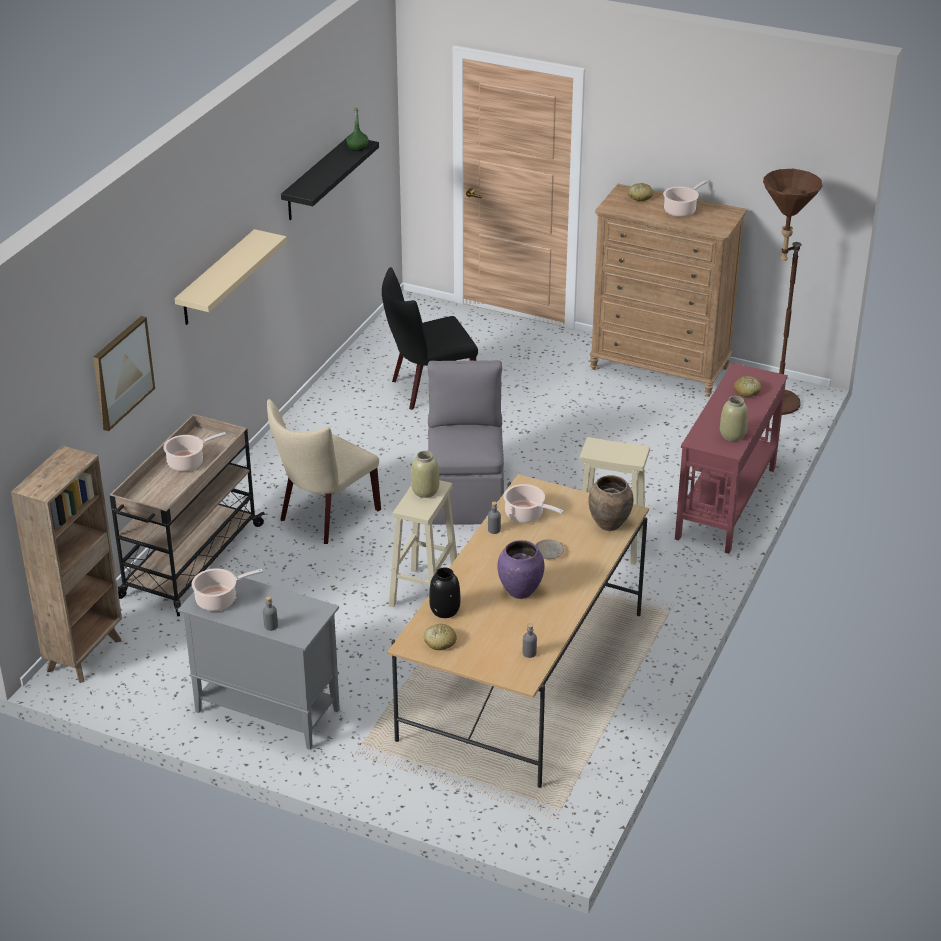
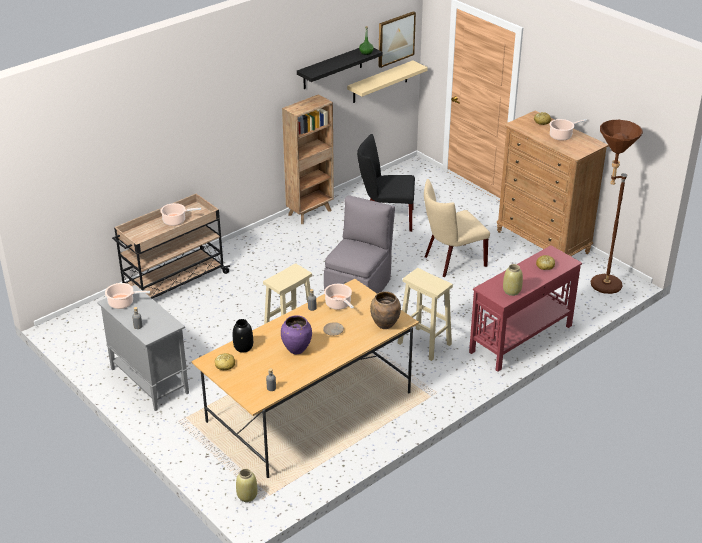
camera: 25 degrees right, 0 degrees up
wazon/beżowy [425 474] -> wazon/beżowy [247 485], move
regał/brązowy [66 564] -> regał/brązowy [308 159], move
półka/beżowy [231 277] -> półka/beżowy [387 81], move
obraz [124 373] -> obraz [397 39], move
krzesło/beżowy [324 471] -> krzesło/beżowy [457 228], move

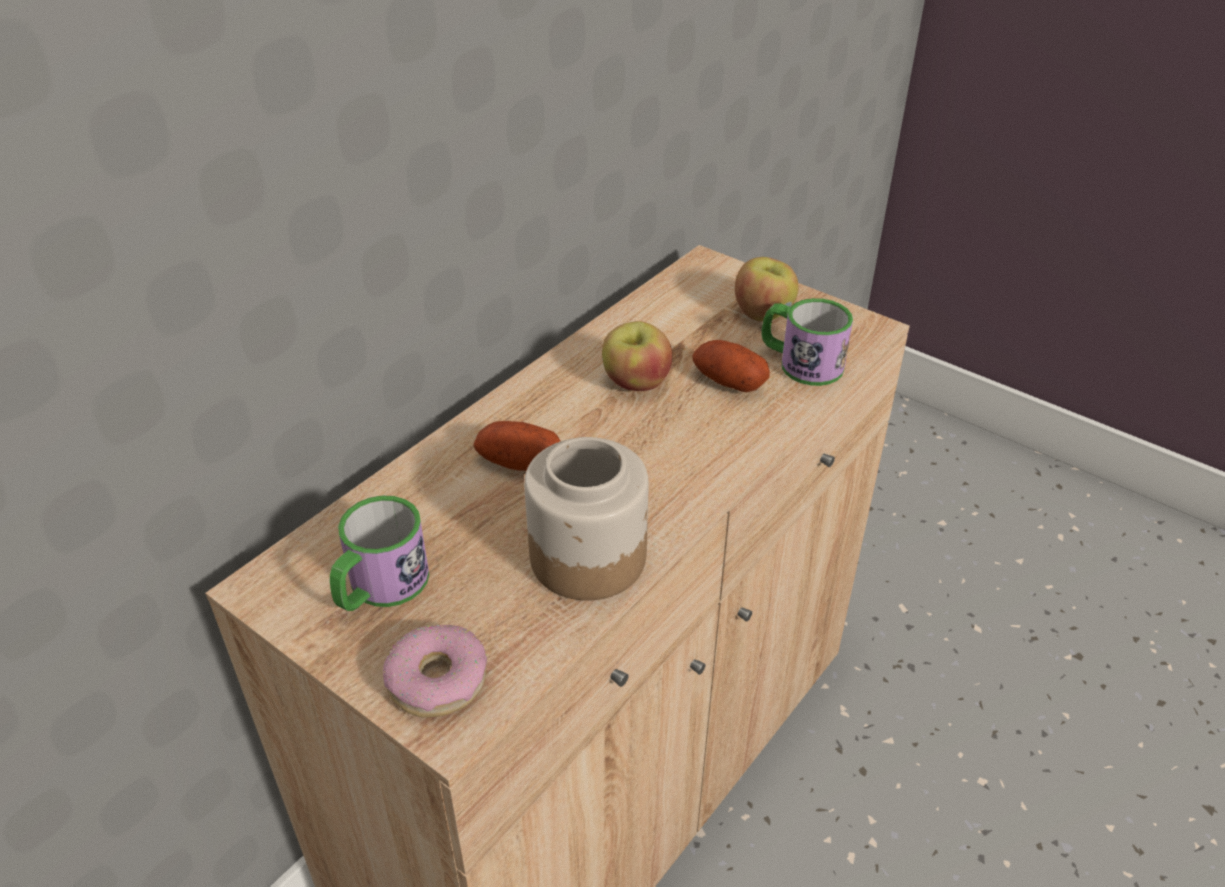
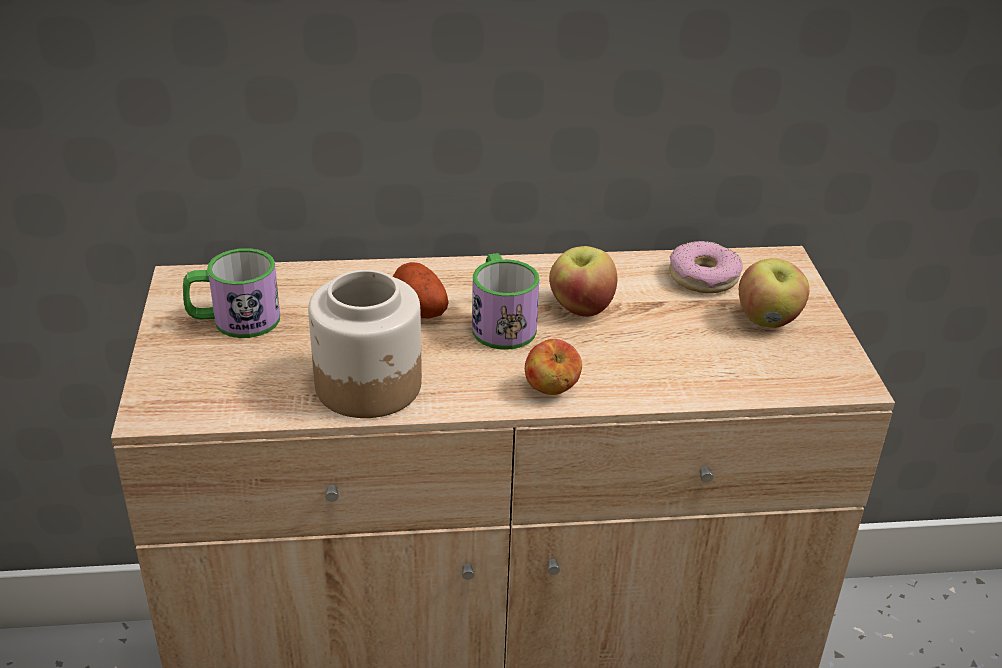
camera: 45 degrees right, 5 degrees down
kubek [807 342] -> kubek [505 301], move
none -> jabłko [553 367]
donut [435 671] -> donut [706 267], move
ziemniak [731 366] -> none

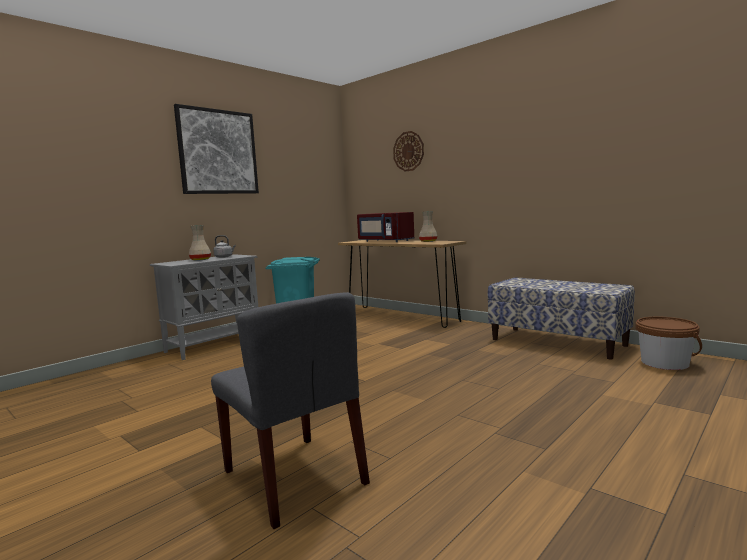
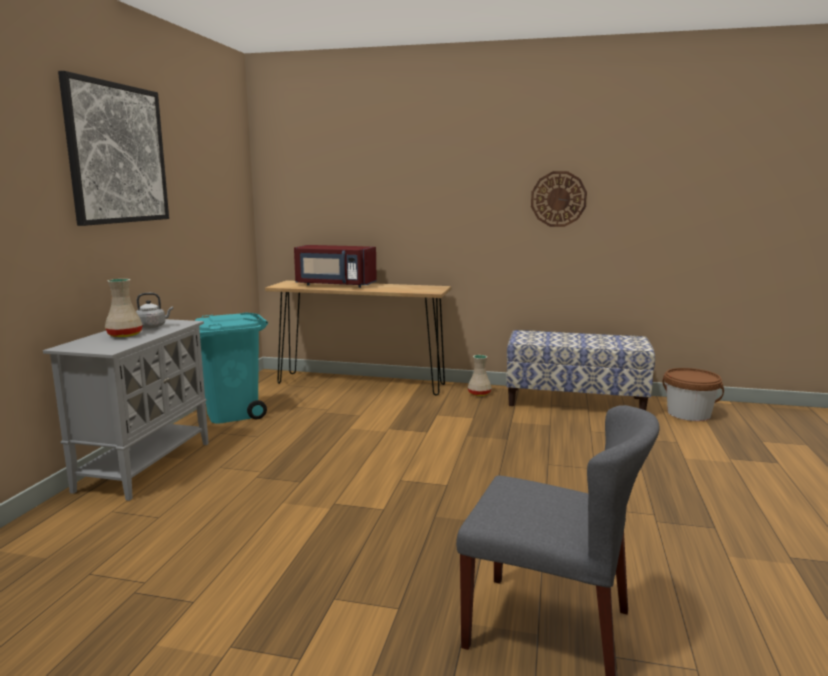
camera: 30 degrees left, 5 degrees up
wazon/beżowy [428 226] -> wazon/beżowy [479 375], move
zegar ścienny [408 151] -> zegar ścienny [559 199], move

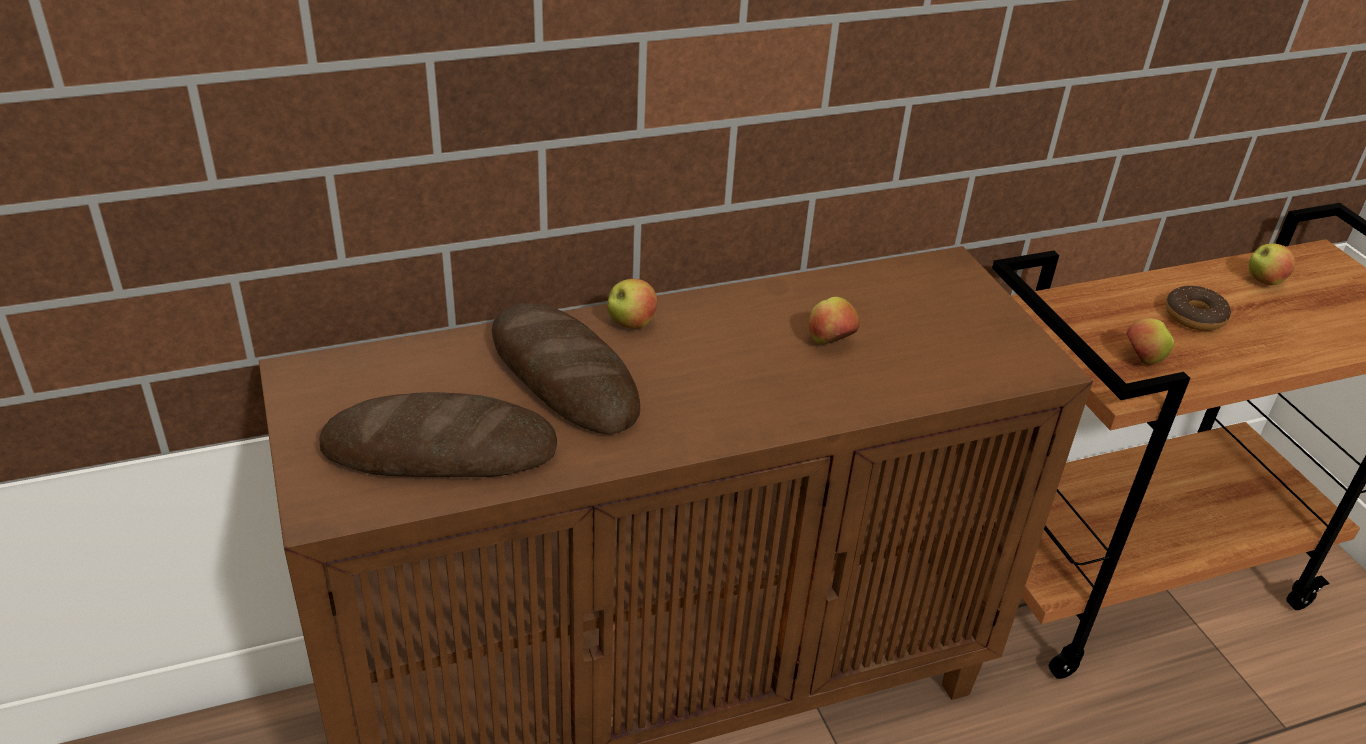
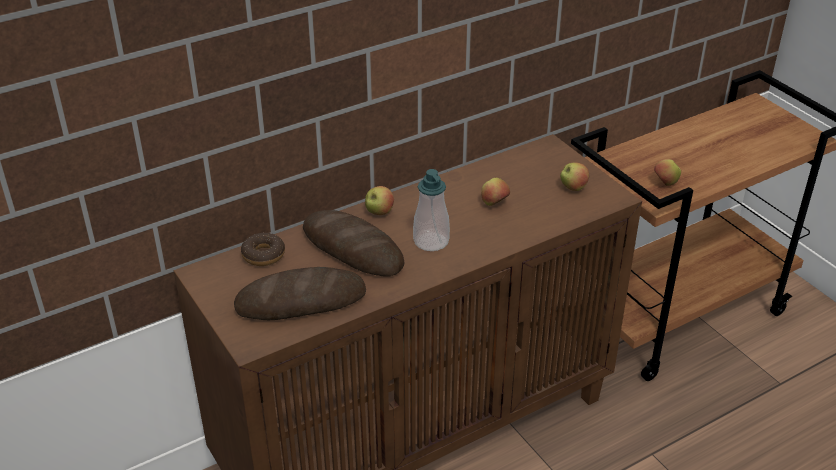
camera: 10 degrees left, 0 degrees up
donut [1198 308] -> donut [263 249], move
none -> dozownik mydła [431 210]
jabłko [1272 264] -> jabłko [574 176], move

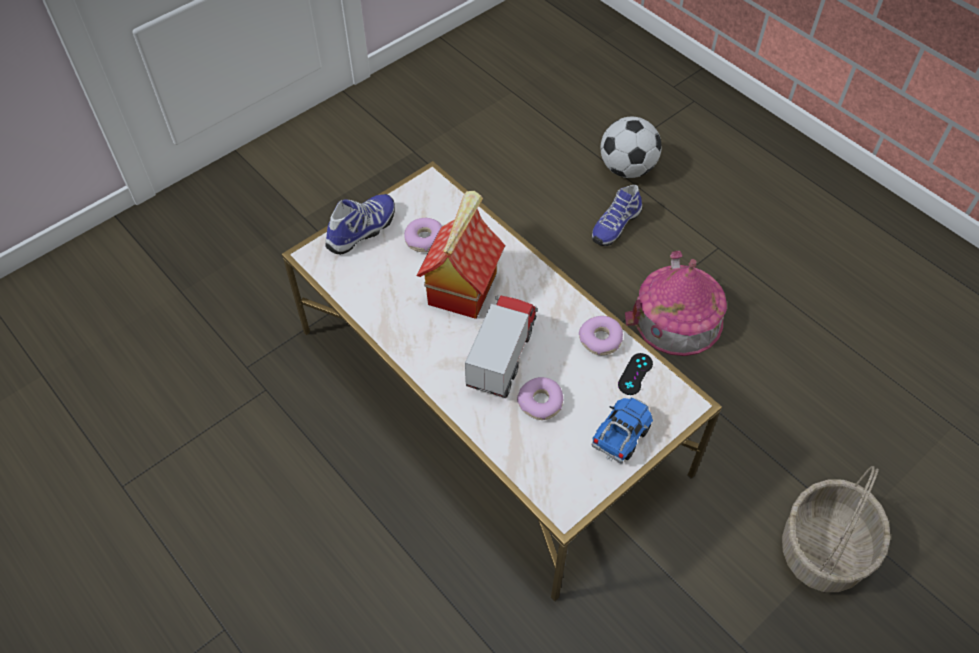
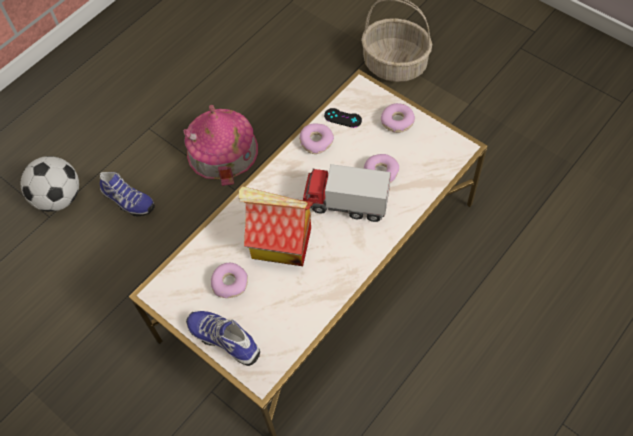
camera: 95 degrees left, 5 degrees up
ciężarówka zabawkowa [622 430] -> donut [398 118]

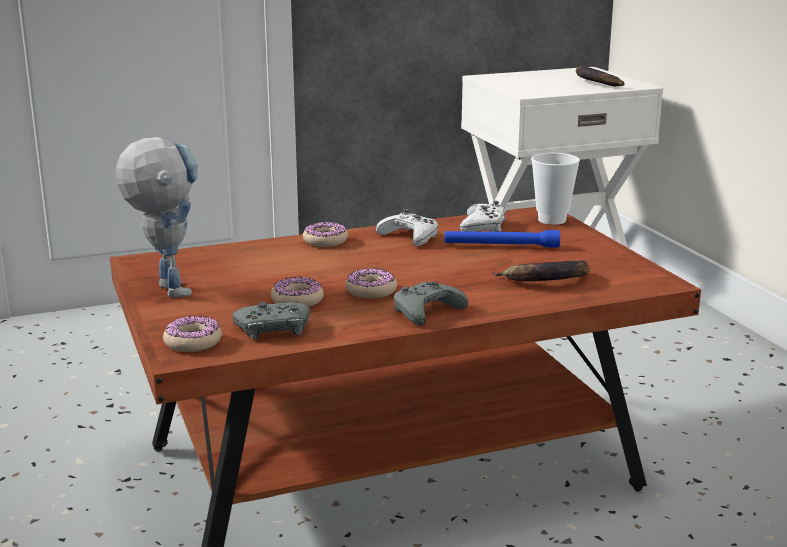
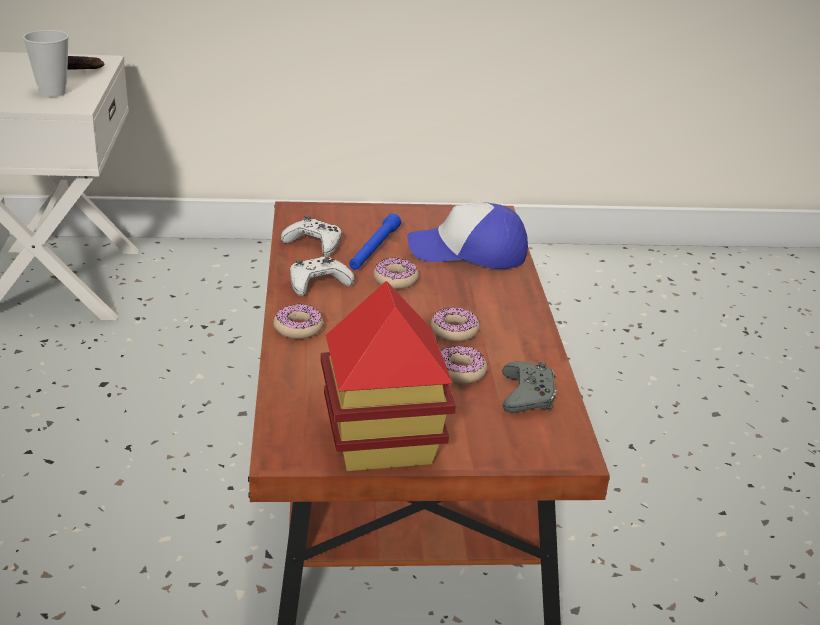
camera: 75 degrees left, 10 degrees up
filiżanka [555 189] -> filiżanka [46 63], move
robot zabawkowy [157 217] -> domek [388 376]
donut [192 334] -> donut [396 273], move
banan [541 271] -> czapka z daszkiem [467 235]
pad do gier/szary [431 303] -> none

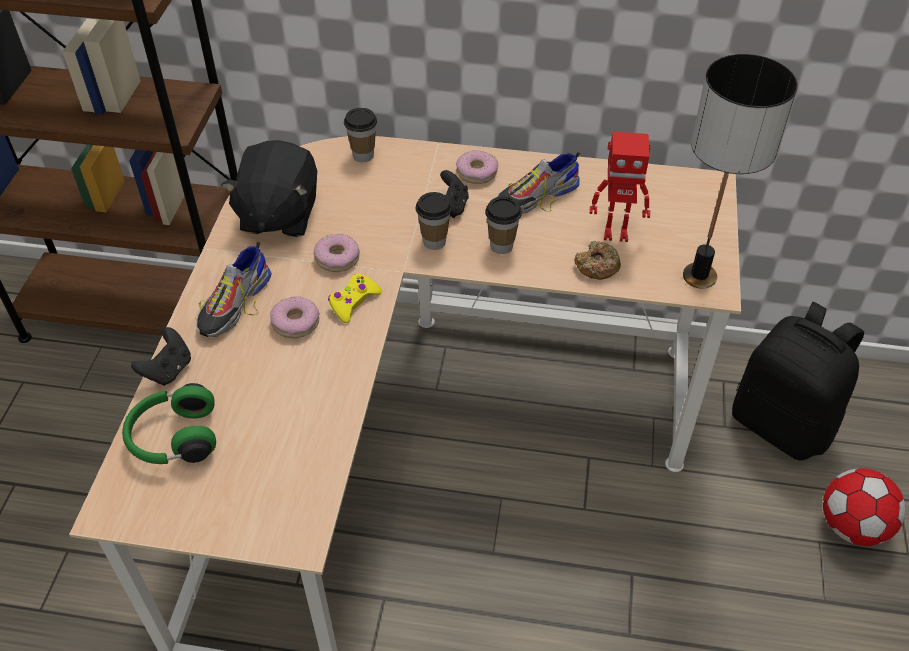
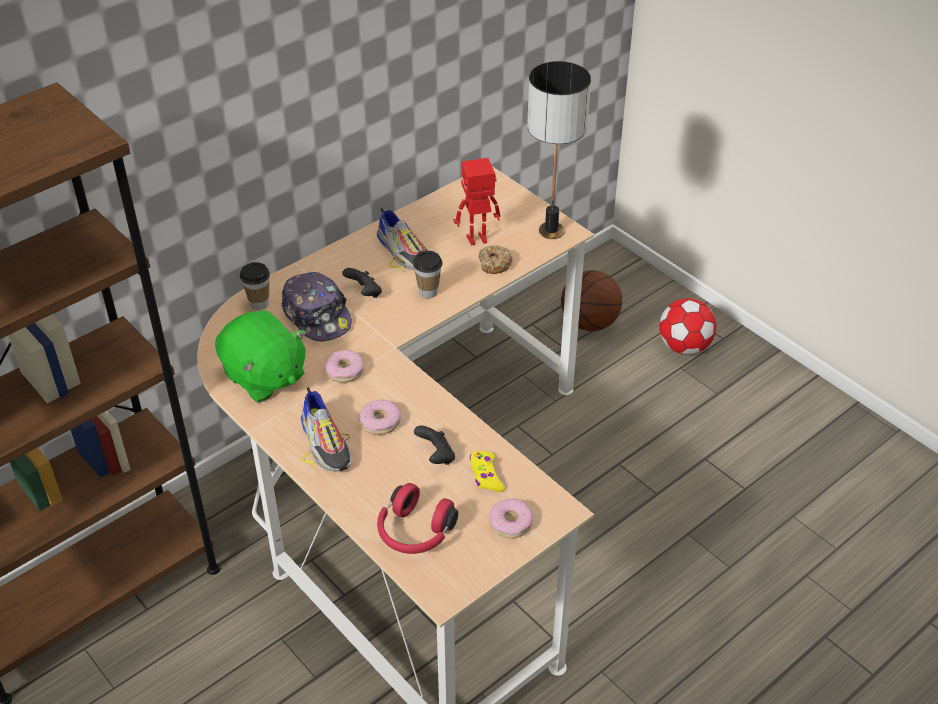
camera: 50 degrees left, 5 degrees down
pluszak/czarny [269 188] -> pluszak/zielony [260 356]
none -> czapka z daszkiem [316 306]
but [538 183] -> but [402 239], 45 degrees counterclockwise
słuchawki/zielony [169 423] -> słuchawki/czerwony [417 518]
pad do gier/czarny [161 356] -> pad do gier/czarny [434 445], move
robot zabawkowy [620 187] -> robot zabawkowy [477 202], 150 degrees counterclockwise
pad do gier/żółty [355 298] -> pad do gier/żółty [487 471], move
donut [477 167] -> donut [511 518], move
plecak/czarny [798 381] -> piłka do koszykówki [591 300]
filiżanka [434 221] -> none

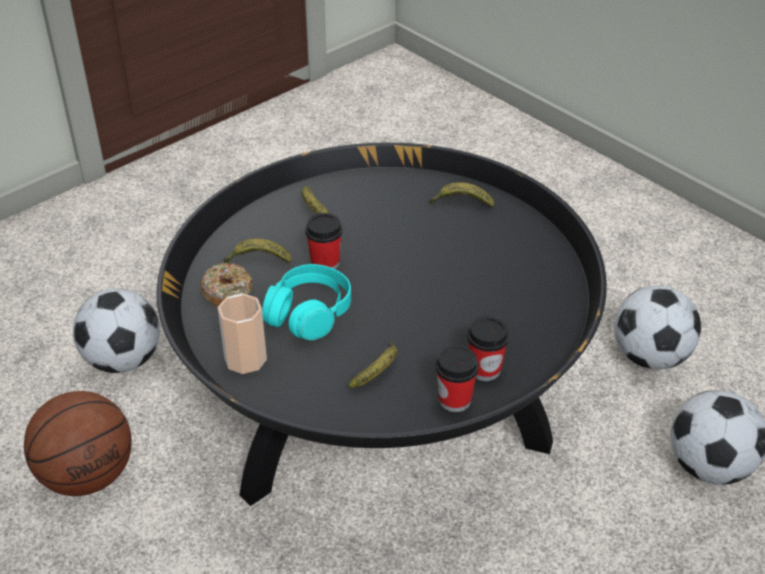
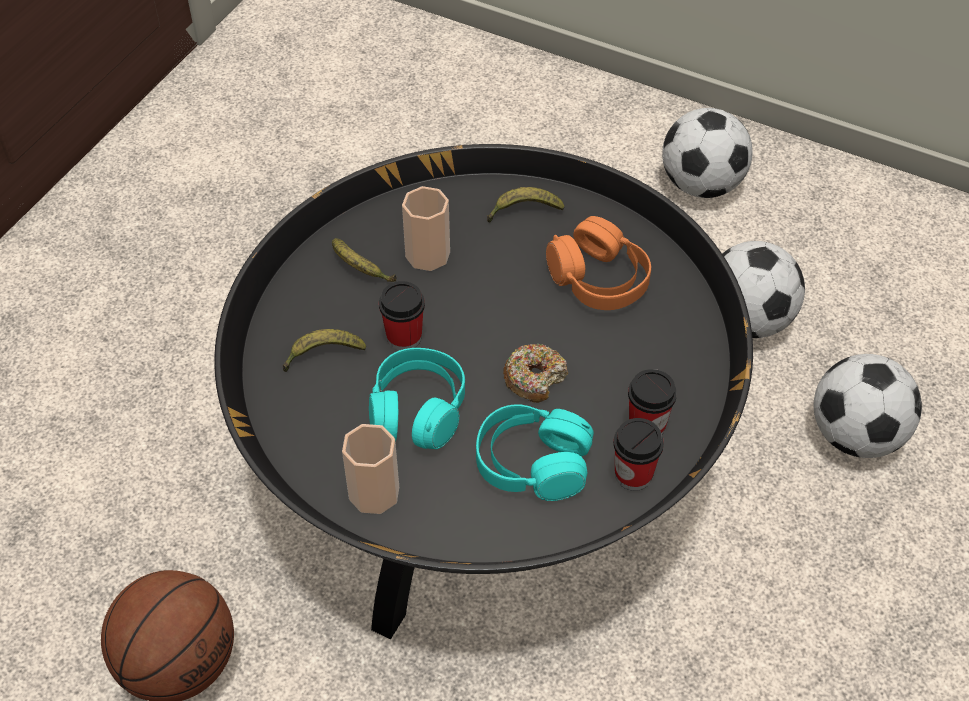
camera: 20 degrees left, 10 degrees up
none -> filiżanka [426 228]
banan [373 365] -> słuchawki/turkusowy [535 452]
donut [226 285] -> donut [535 373], move
none -> słuchawki/pomarańczowy [598 263]
piłka futbolowa [116 330] -> piłka futbolowa [707 153], move

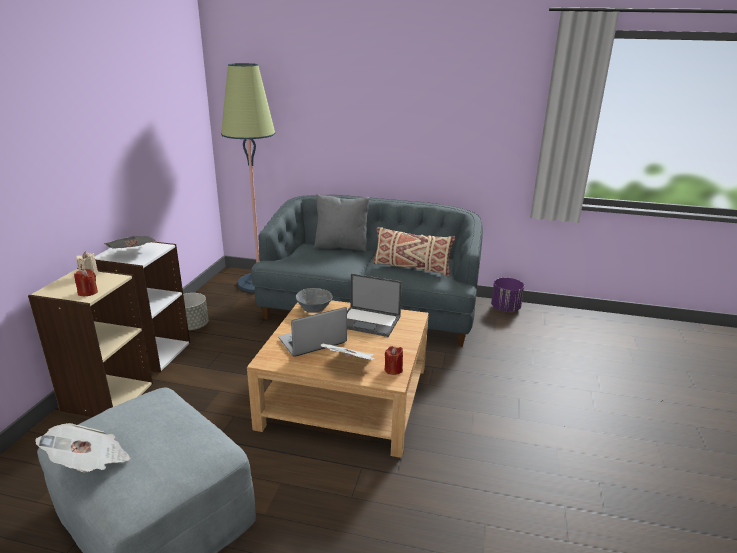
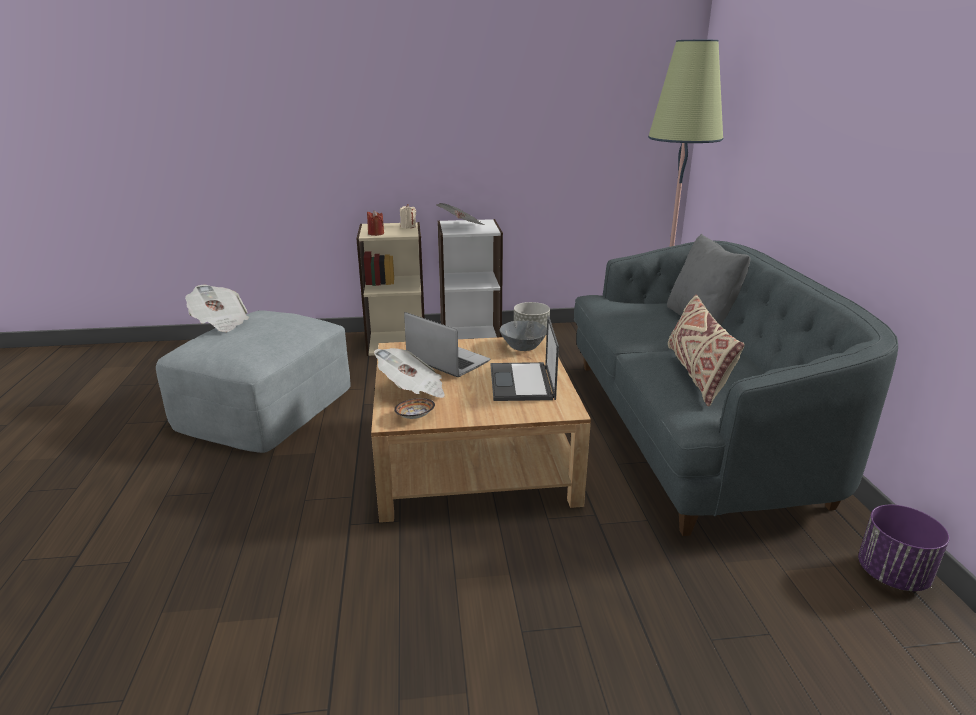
camera: 70 degrees right, 0 degrees up
świeca/czerwony [394 360] -> miska [414 408]

